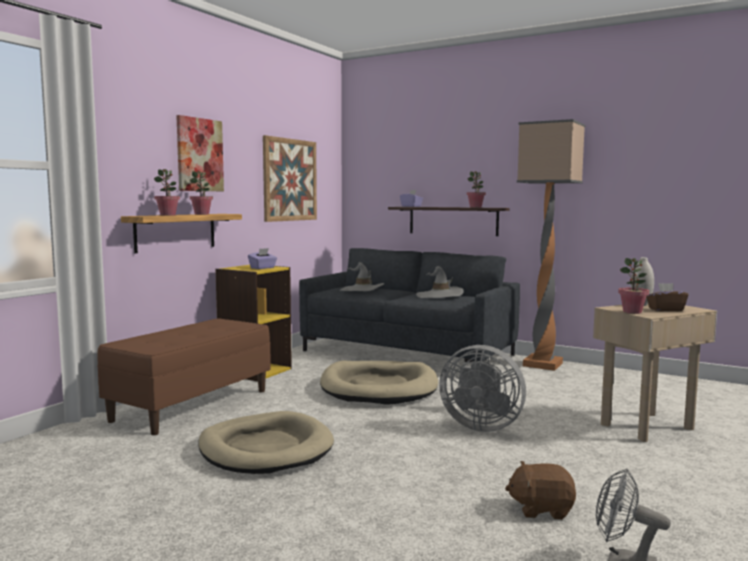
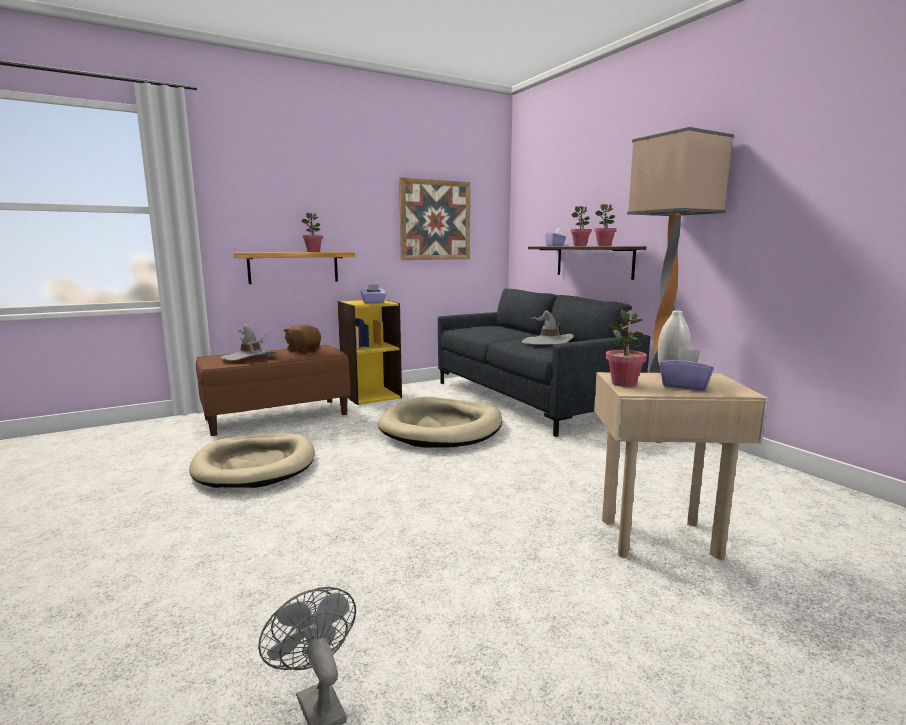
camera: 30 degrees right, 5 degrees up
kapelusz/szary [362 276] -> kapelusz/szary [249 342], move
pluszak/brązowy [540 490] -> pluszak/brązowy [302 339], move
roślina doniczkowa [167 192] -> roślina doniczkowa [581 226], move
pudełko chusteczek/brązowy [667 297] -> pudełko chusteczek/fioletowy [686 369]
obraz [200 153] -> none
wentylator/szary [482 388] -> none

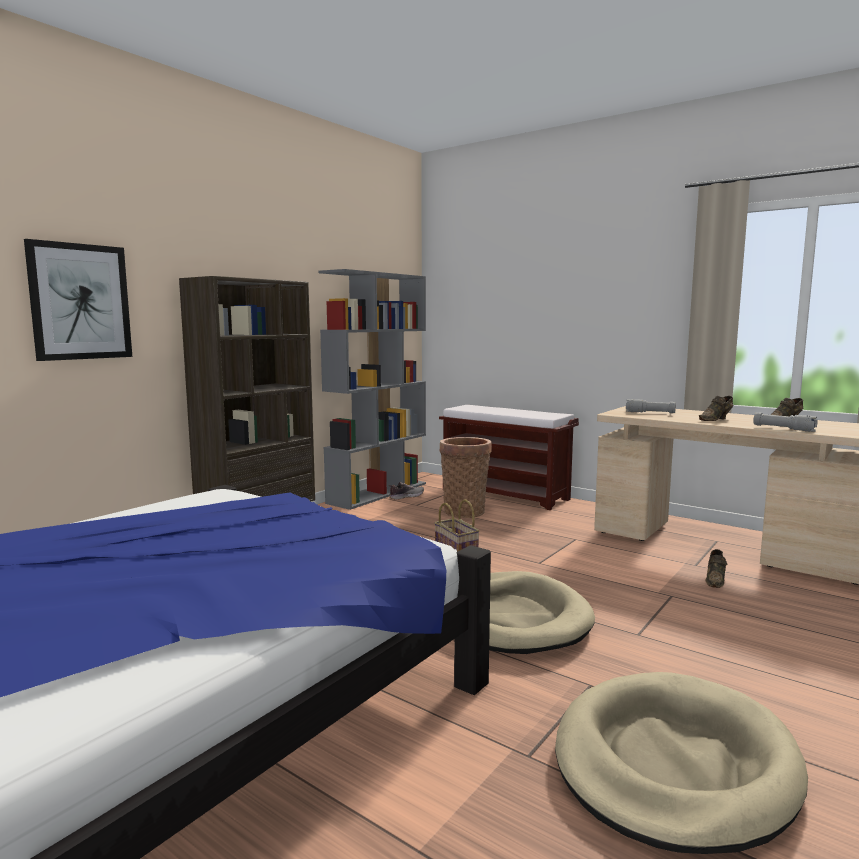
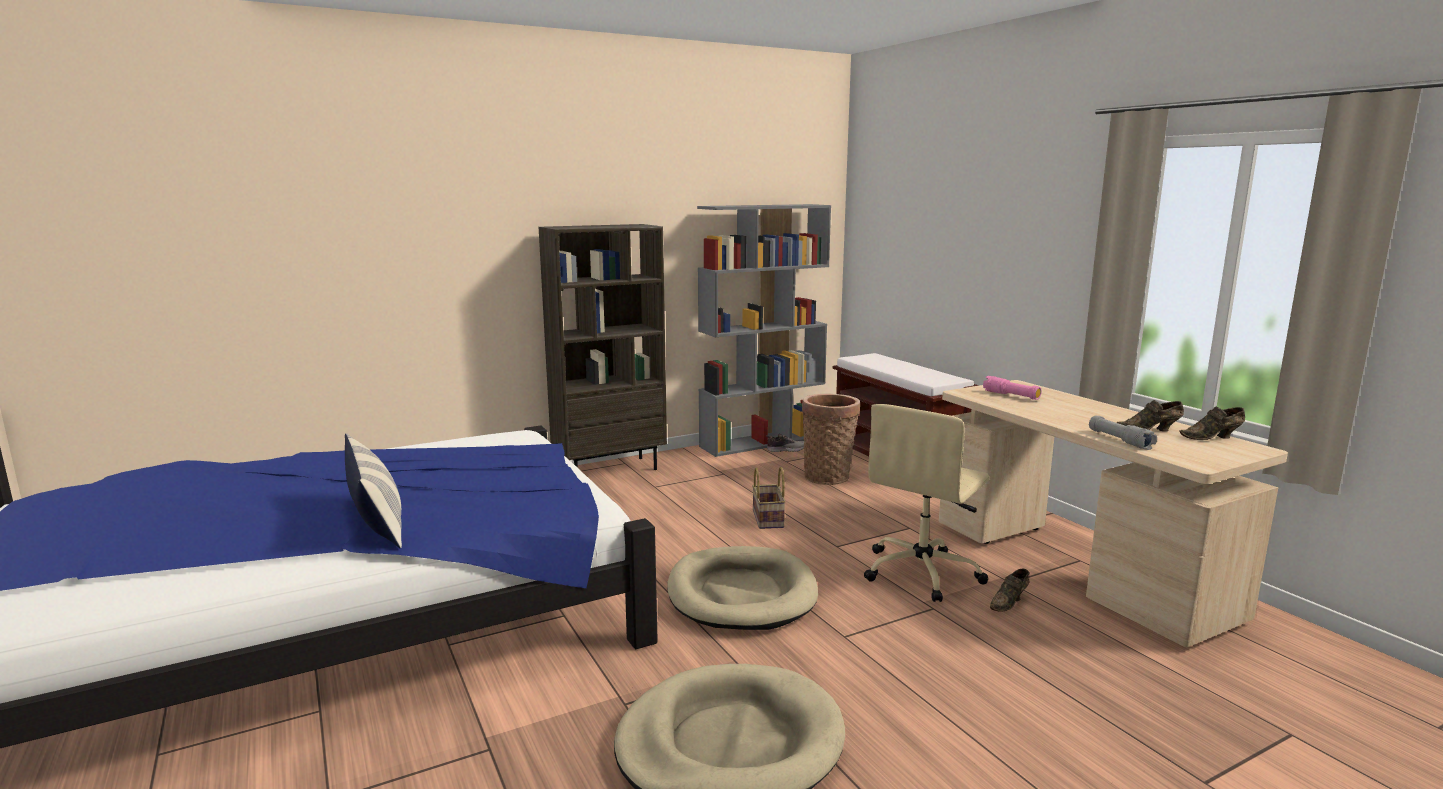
camera: 25 degrees right, 5 degrees up
none -> poduszka [373 491]
none -> krzesło biurowe/beżowy [926 503]
latarka/szary [651 406] -> latarka/różowy [1012 388]
but/brązowy [716 408] -> but/brązowy [1212 423], move
obraz [78 300] -> none

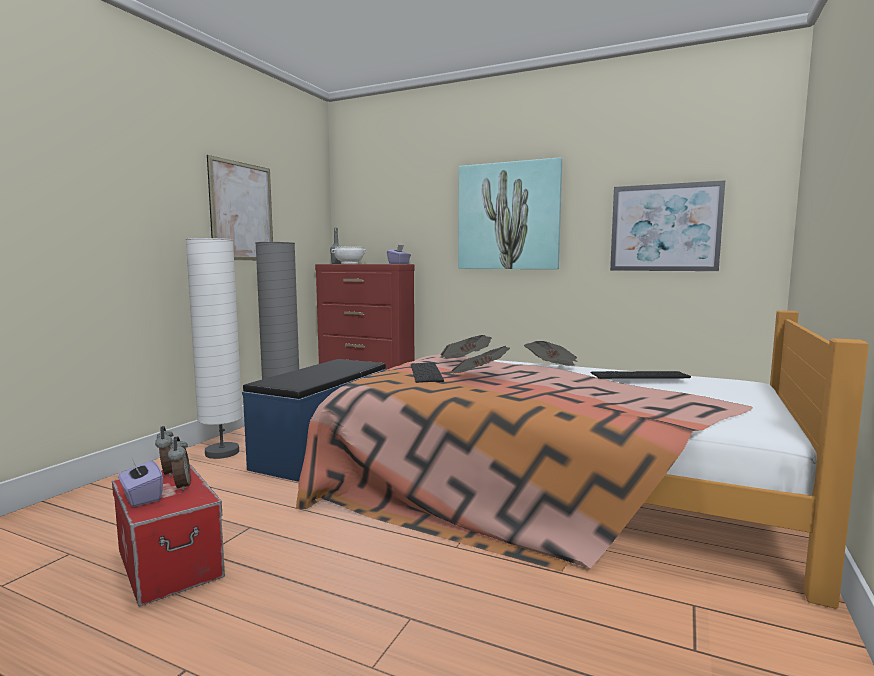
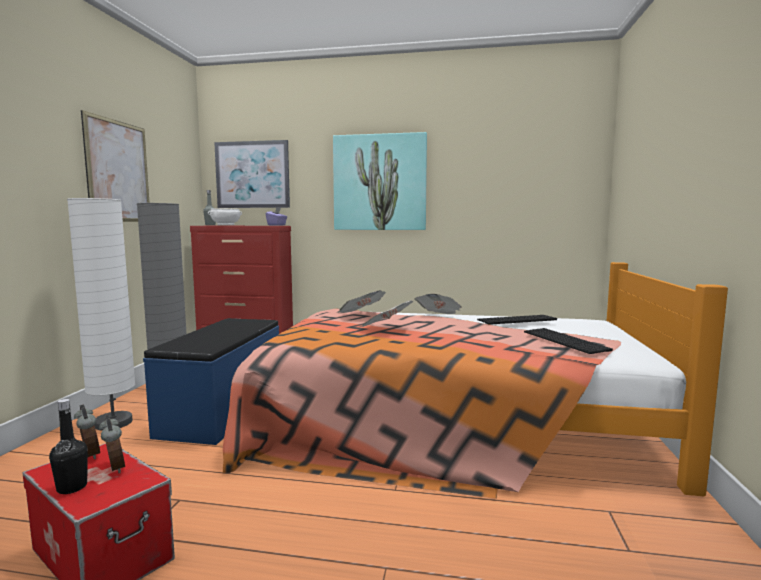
camera: 15 degrees left, 0 degrees up
pudełko chusteczek/fioletowy [140 483] -> butelka/czarny [68 446]
obraz [667 225] -> obraz [252 174], move
klawiatura [427 372] -> klawiatura [568 341], move

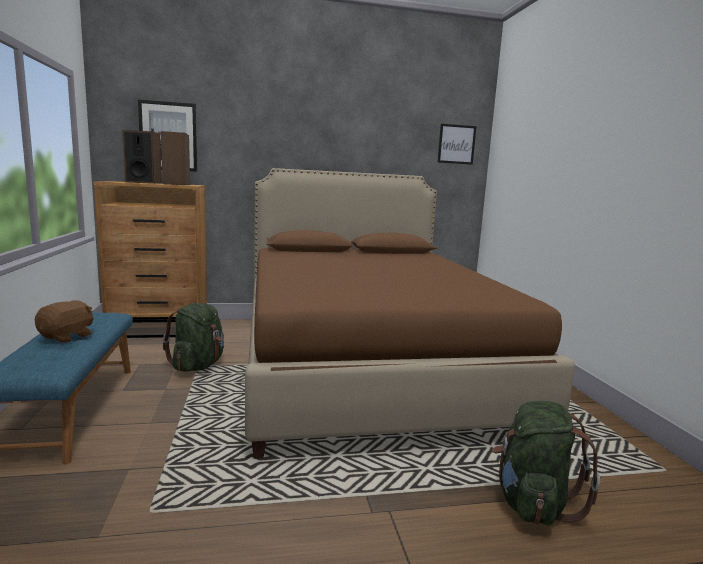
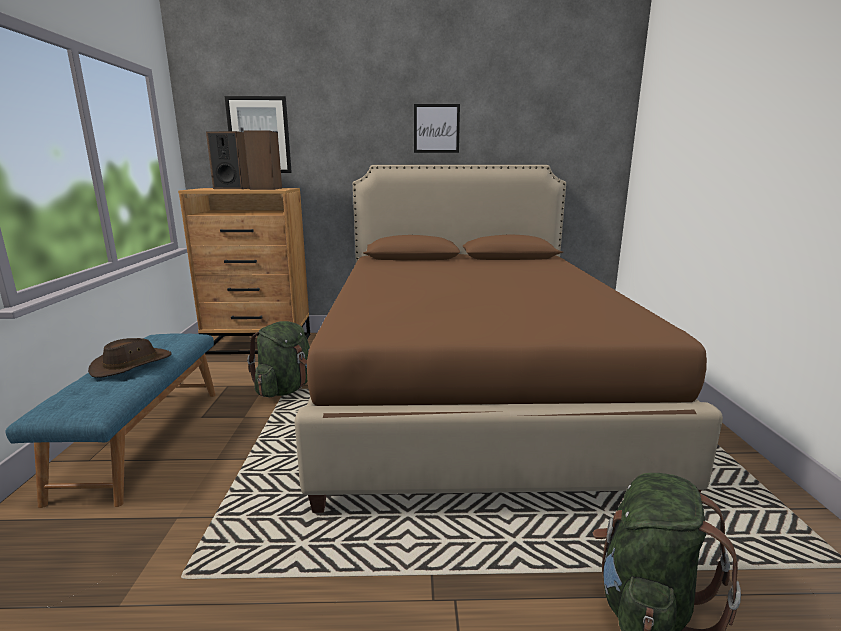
camera: 10 degrees right, 5 degrees up
pluszak/brązowy [64 321] -> kapelusz/brązowy [129 358]
obraz [456 144] -> obraz [437 128], move

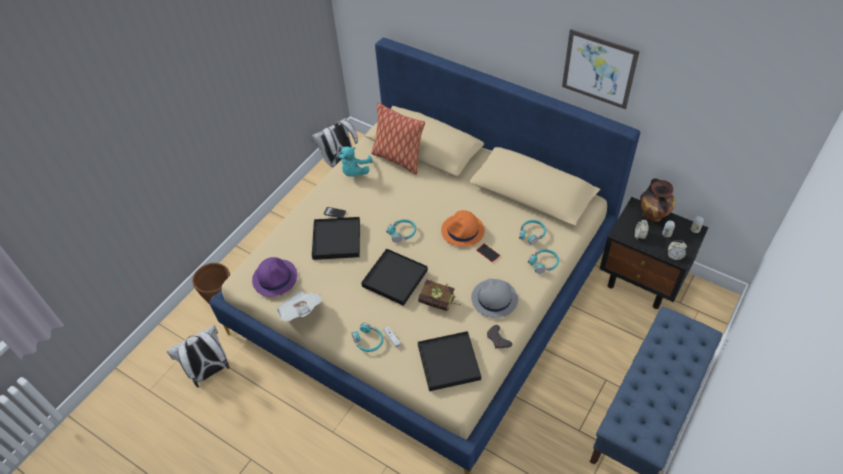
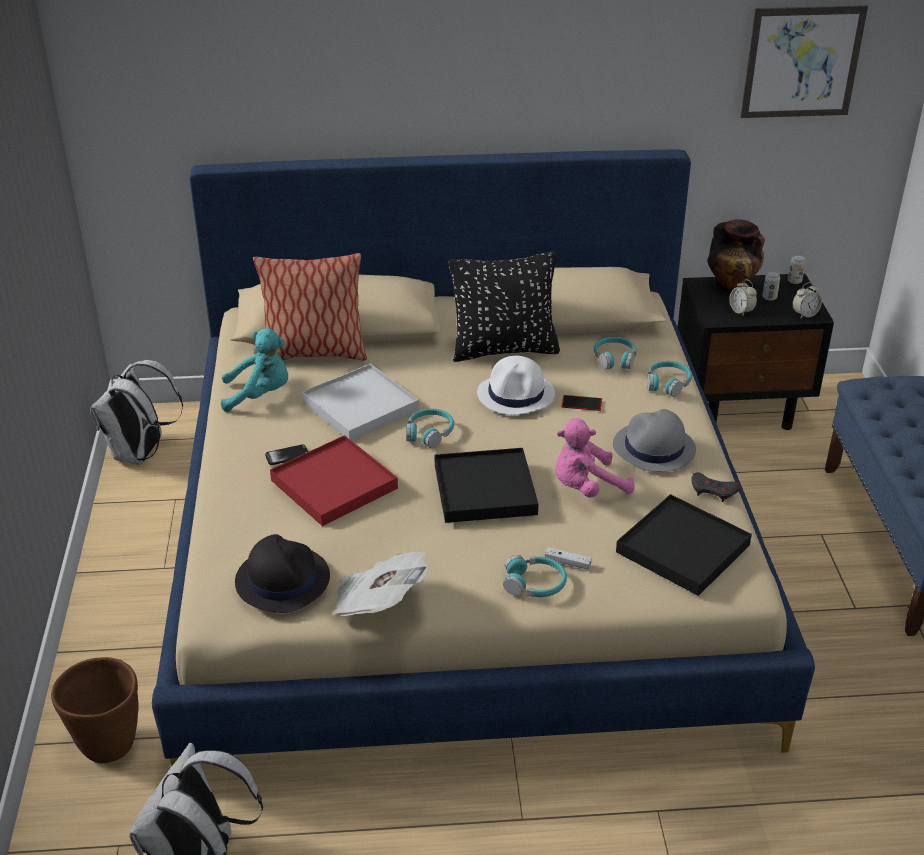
camera: 40 degrees left, 15 degrees down
pluszak/turkusowy [356 161] -> pluszak/turkusowy [254 370], 75 degrees counterclockwise
kapelusz/fioletowy [274 277] -> kapelusz/czarny [282 573]
taca/czarny [336 238] -> taca/czerwony [334 480]
none -> taca/biały [360 402]
none -> poduszka/czarny [504 307]
kapelusz/pomarańczowy [463 228] -> kapelusz/biały [516 385]
książka [439 295] -> pluszak/różowy [595 458]
obraz [601 69] -> obraz [804 61], move

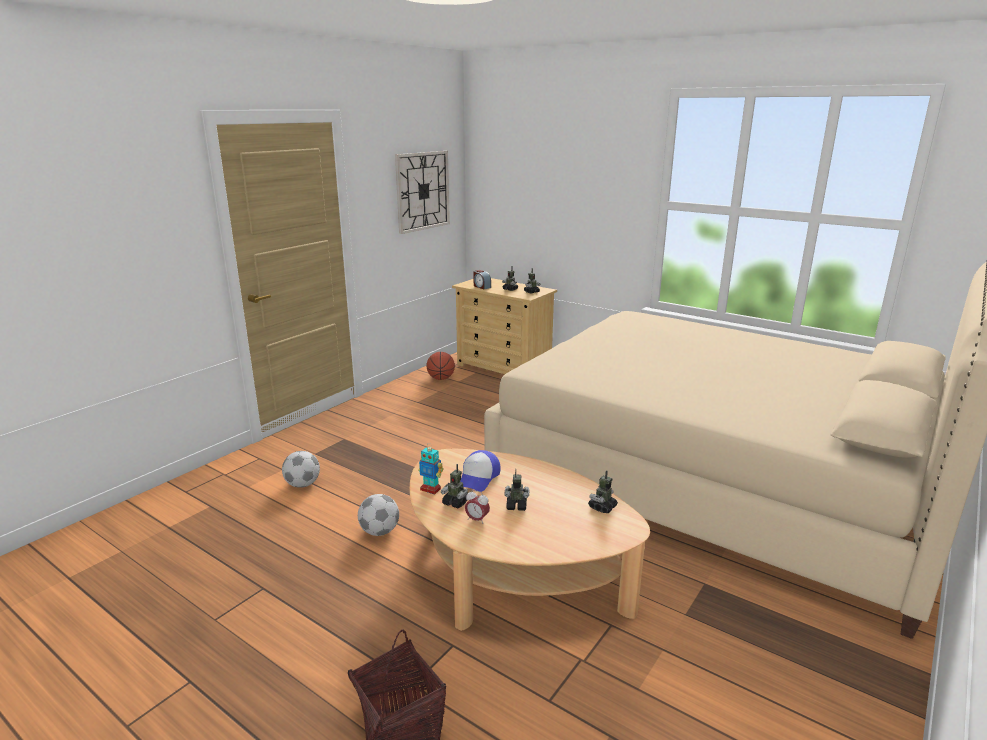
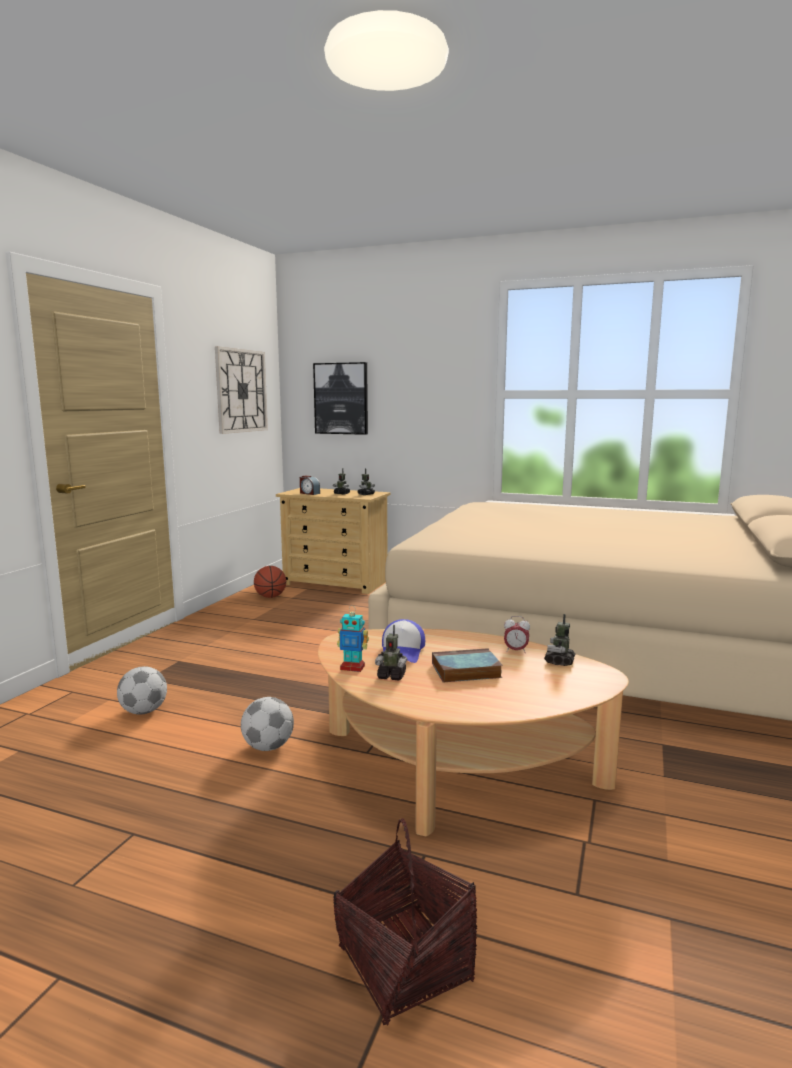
camera: 15 degrees left, 10 degrees down
none -> obraz [340 398]
robot zabawkowy [516 490] -> książka [467 665]
budzik [477 507] -> budzik [517 634], move

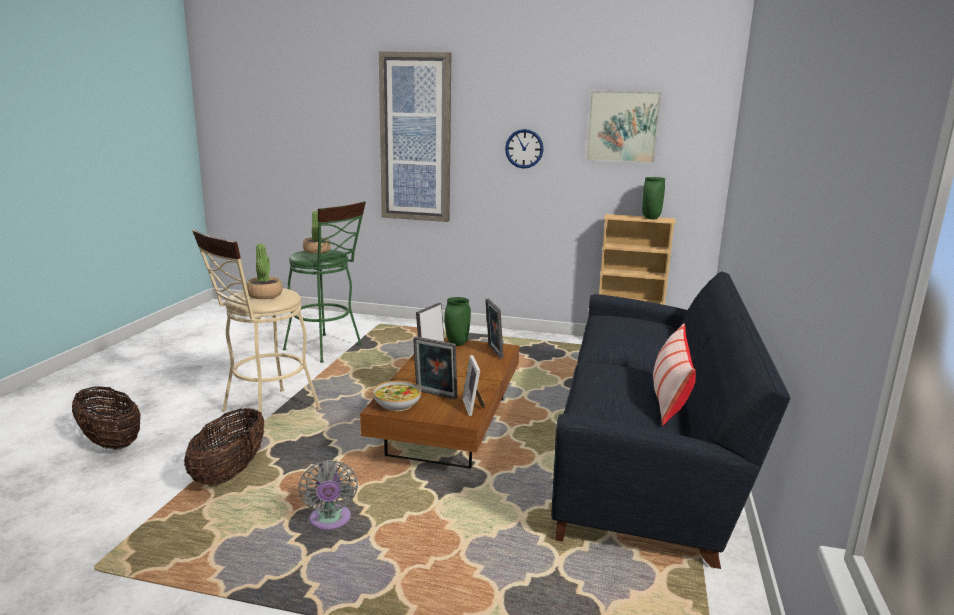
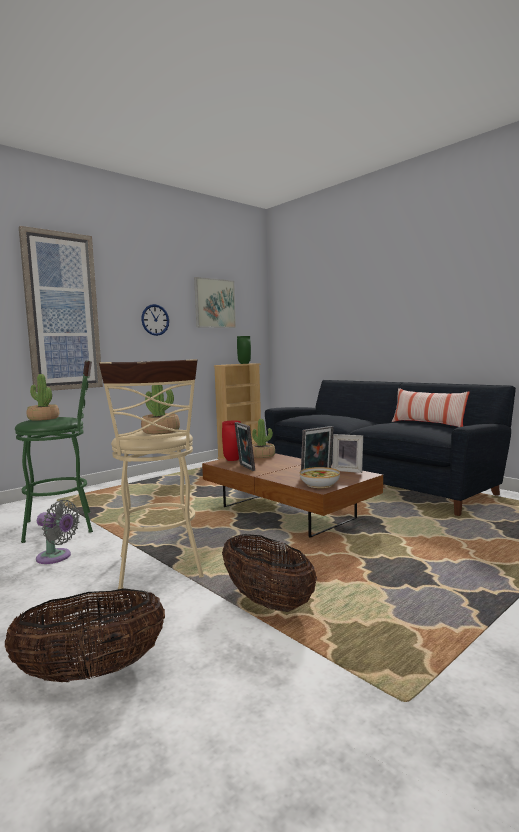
camera: 55 degrees left, 10 degrees down
wentylator/szary [328 495] -> wentylator/szary [58 532], move
wazon/zielony [457 321] -> wazon/czerwony [231 441]
ramka na zdjęcie [494 329] -> roślina doniczkowa [263 438]

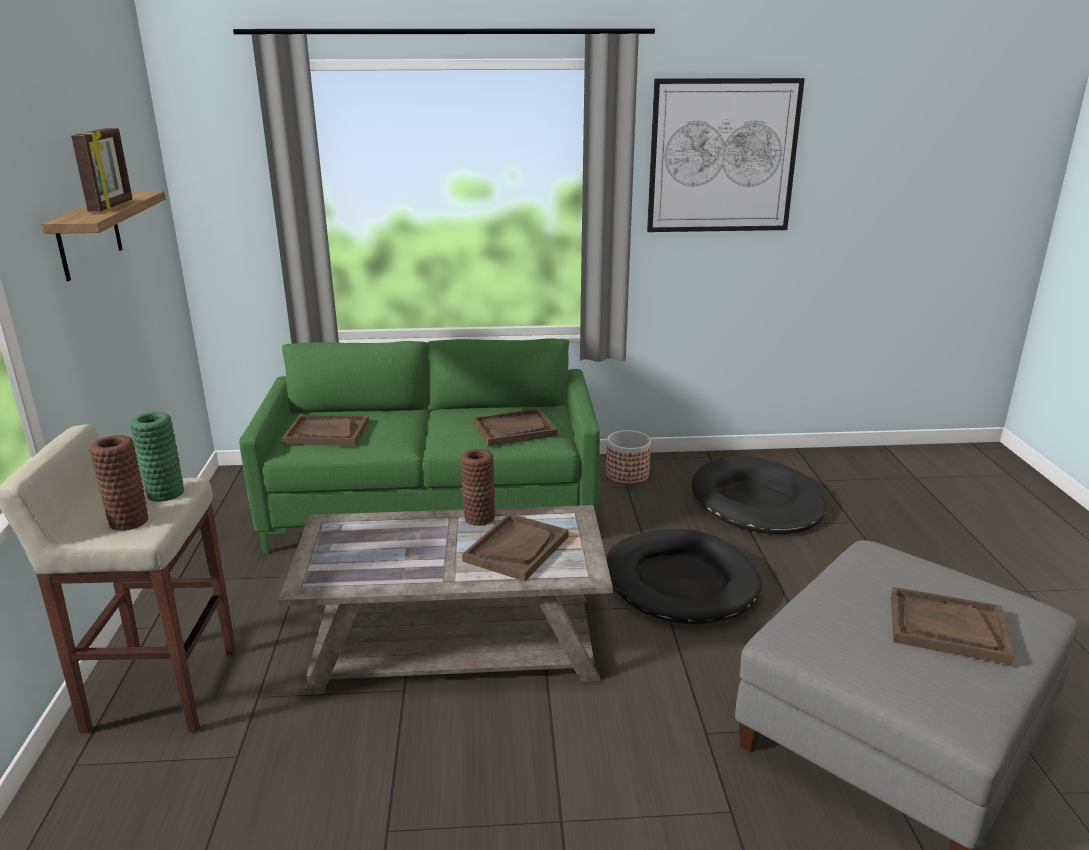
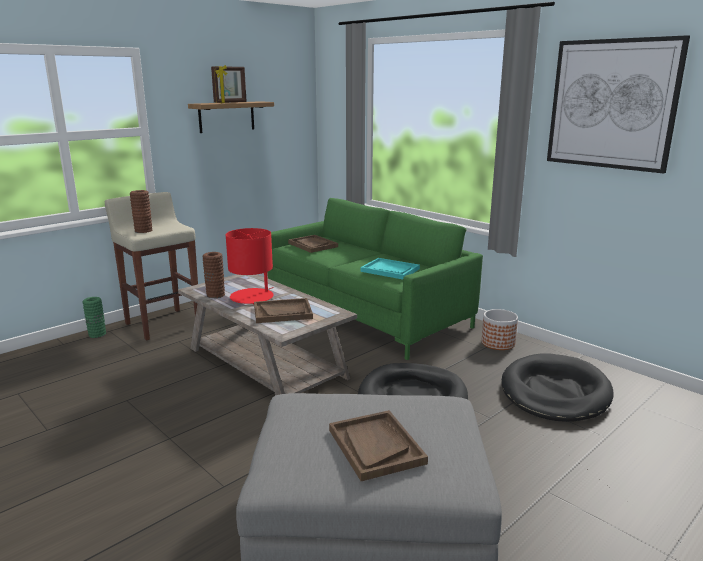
camera: 50 degrees right, 5 degrees down
wazon/zielony [157 457] -> wazon/zielony [94 317], move
wazon/brązowy [477 487] -> wazon/brązowy [214 275], move
none -> lampa stołowa/czerwony [250 266]
taca/brązowy [515 427] -> taca/turkusowy [390 268]

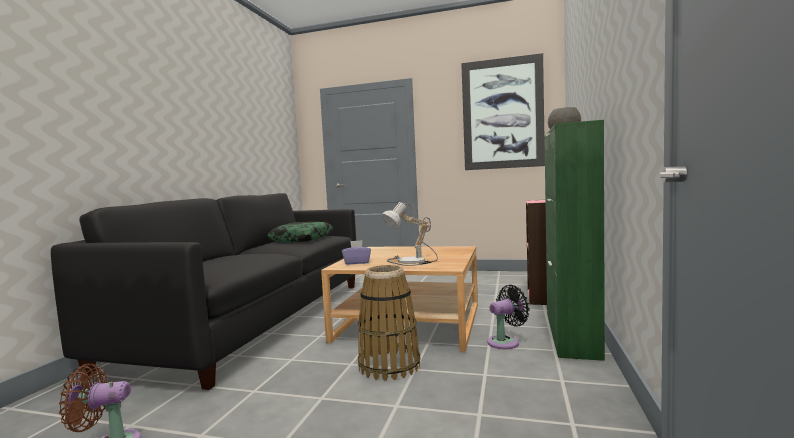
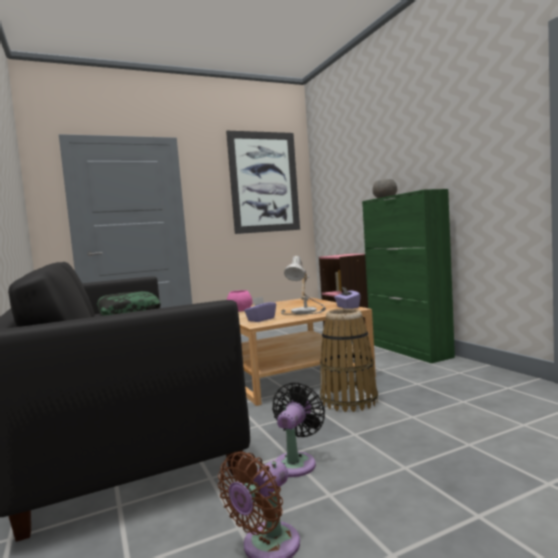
camera: 40 degrees left, 0 degrees up
none -> miska/różowy [239 301]
wentylator/czarny [508 317] -> wentylator/czarny [298 429], move
none -> pudełko chusteczek/fioletowy [347 298]

